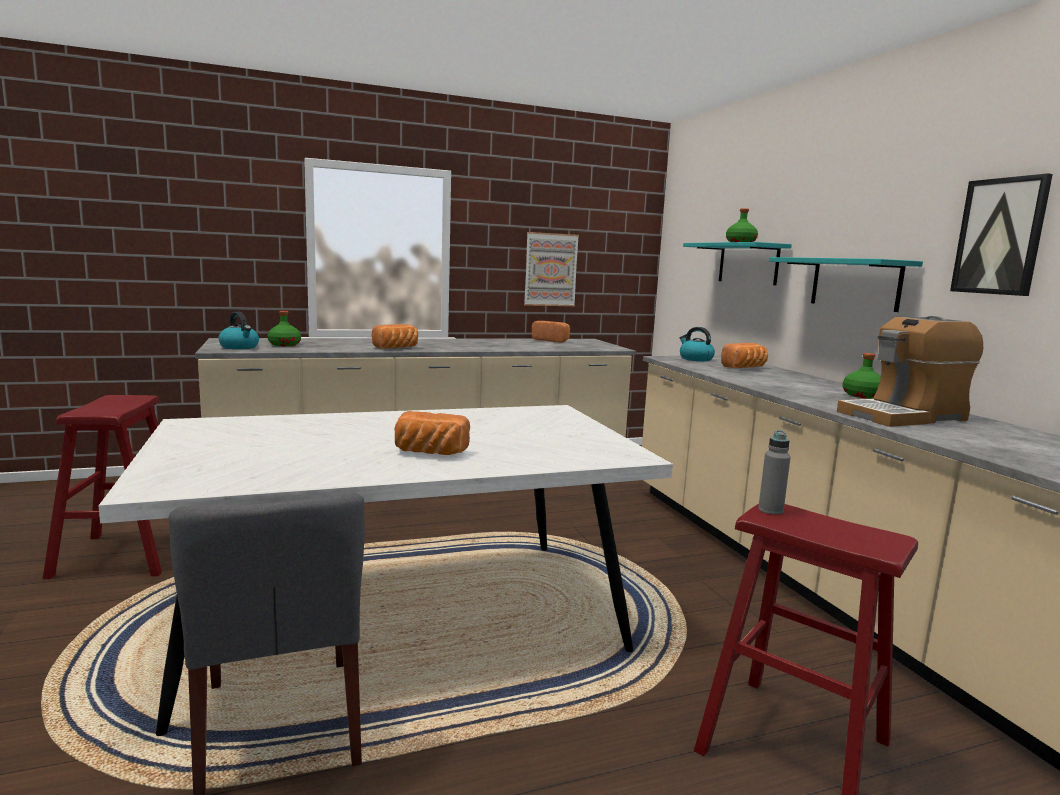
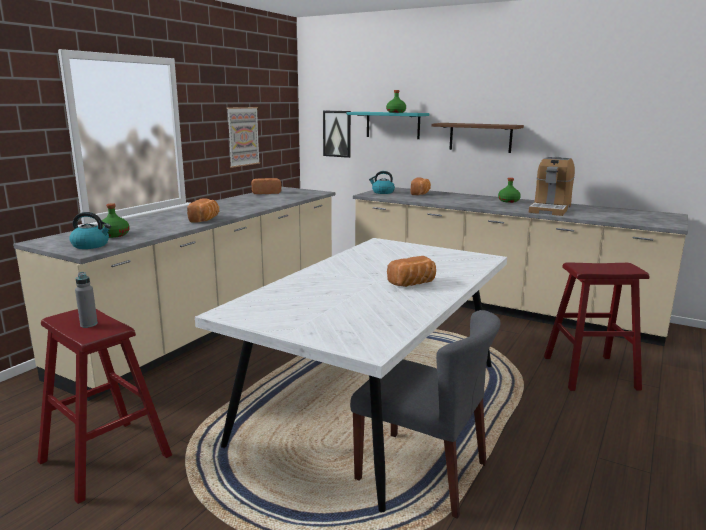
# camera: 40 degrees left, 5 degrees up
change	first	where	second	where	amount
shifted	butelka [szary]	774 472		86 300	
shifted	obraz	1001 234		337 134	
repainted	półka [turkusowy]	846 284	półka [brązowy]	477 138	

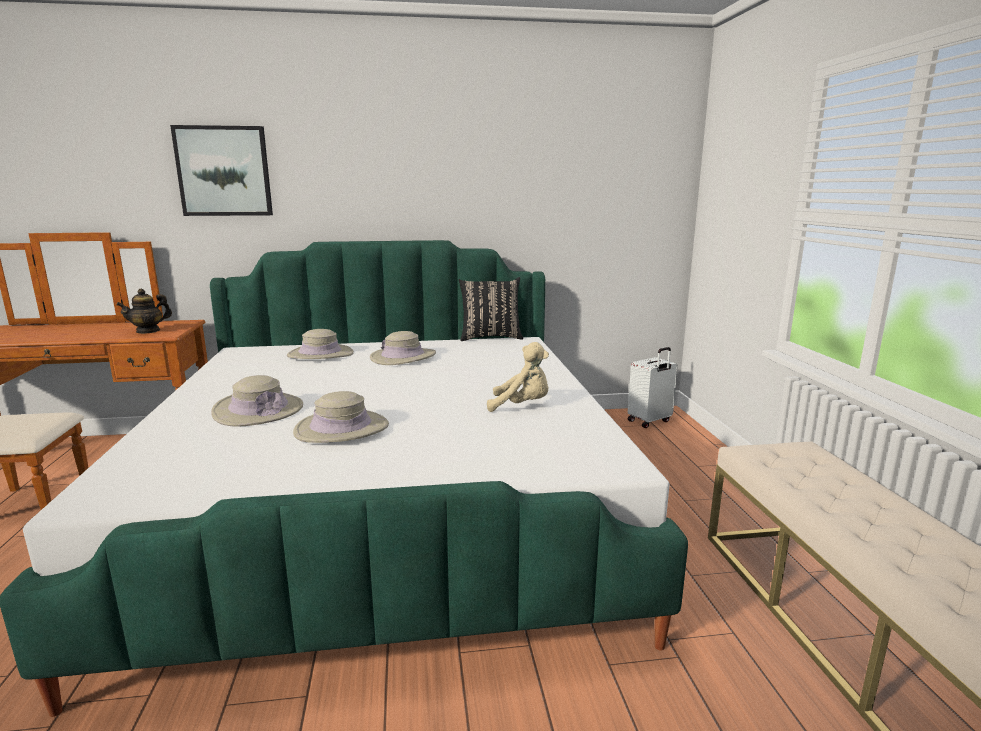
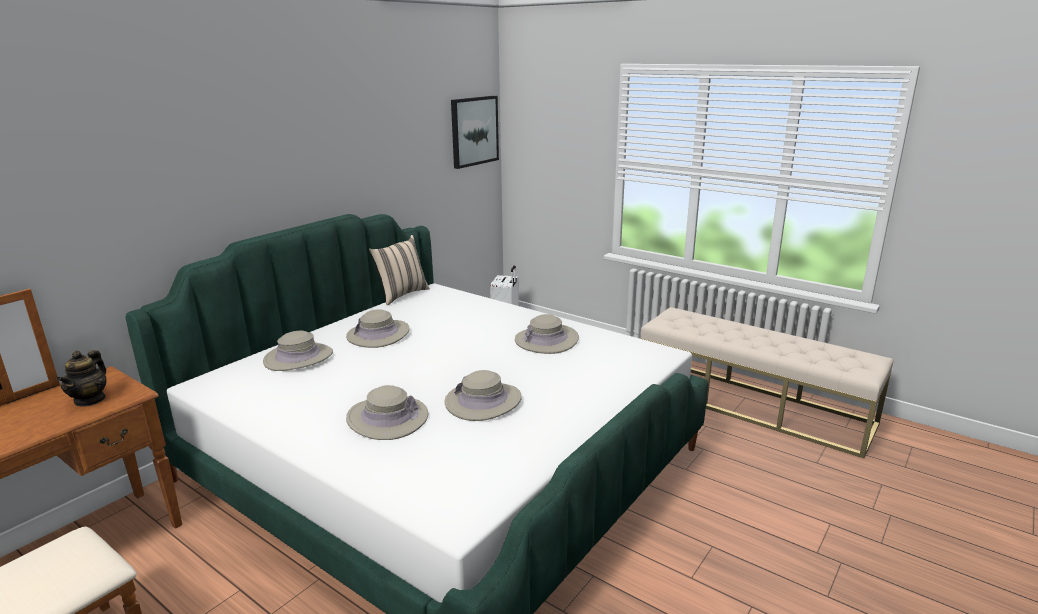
# camera: 45 degrees left, 5 degrees up
change	first	where	second	where	amount
shifted	obraz	221 170		475 132	
swapped	pluszak [beżowy]	518 377	kapelusz [beżowy]	547 334	
repainted	poduszka [czarny]	491 309	poduszka [beżowy]	399 270	

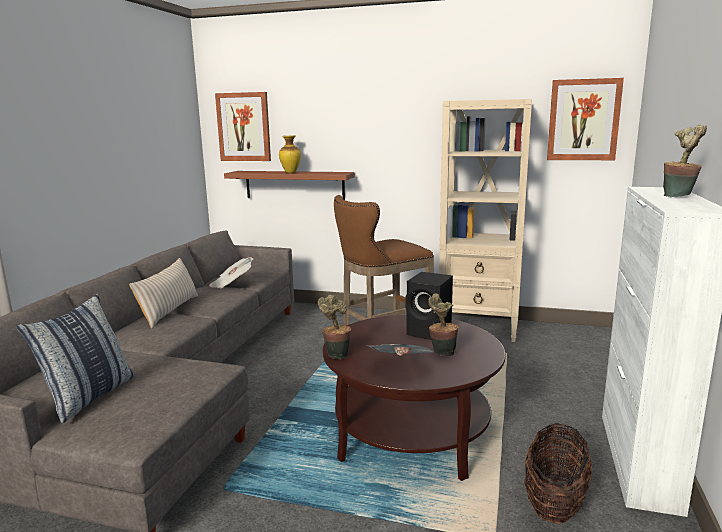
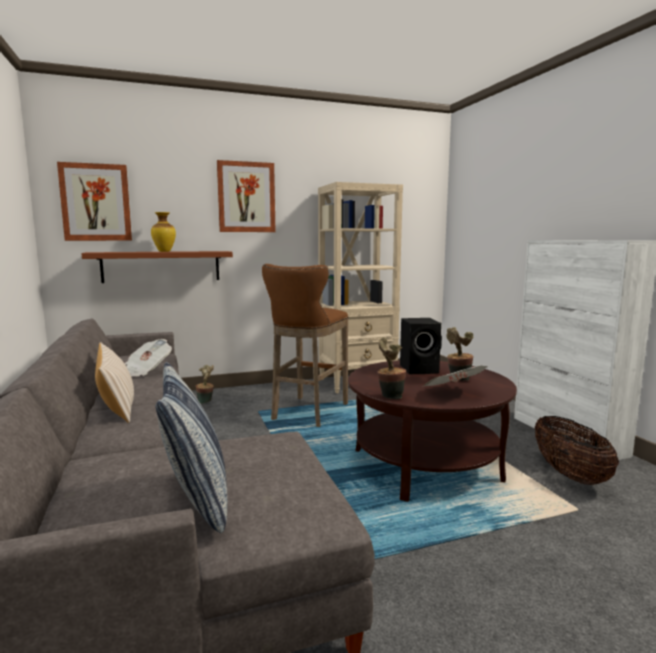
# camera: 35 degrees left, 5 degrees down
change	first	where	second	where	amount
shifted	obraz	585 119		246 196	
shifted	roślina doniczkowa	685 161		205 384	

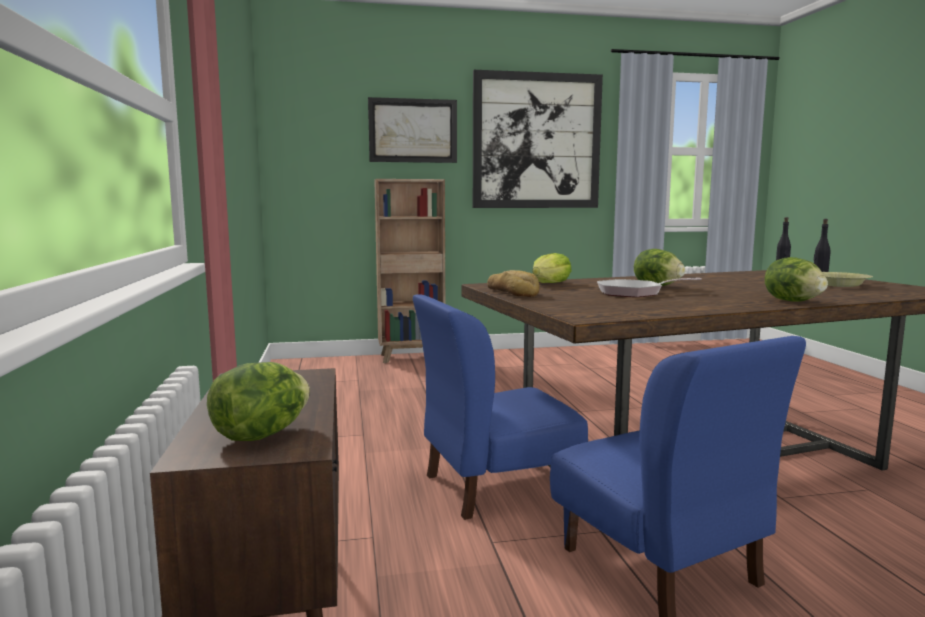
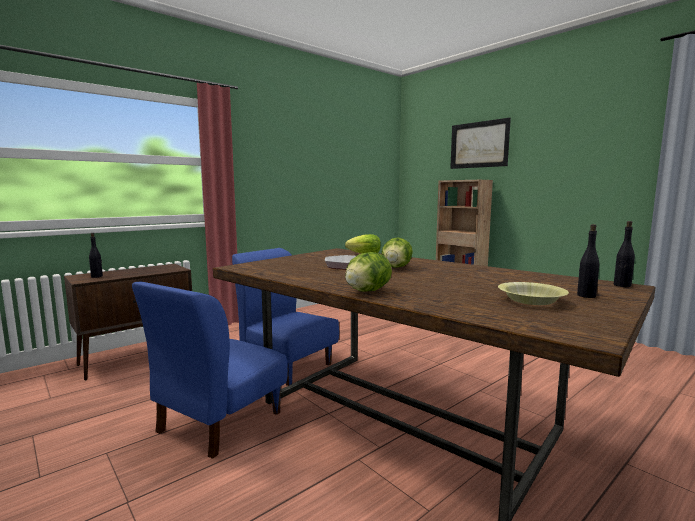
# camera: 60 degrees right, 0 degrees up
change	first	where	second	where	amount
gone	obraz	538 139			
gone	chleb	513 283			
swapped	sałata	258 401	butelka [czarny]	96 255	

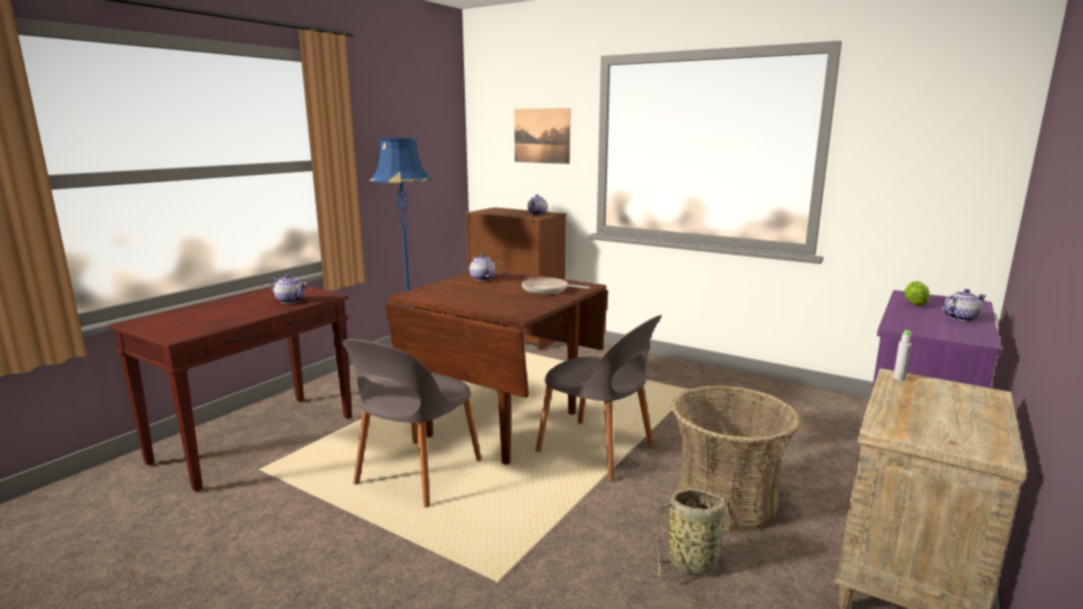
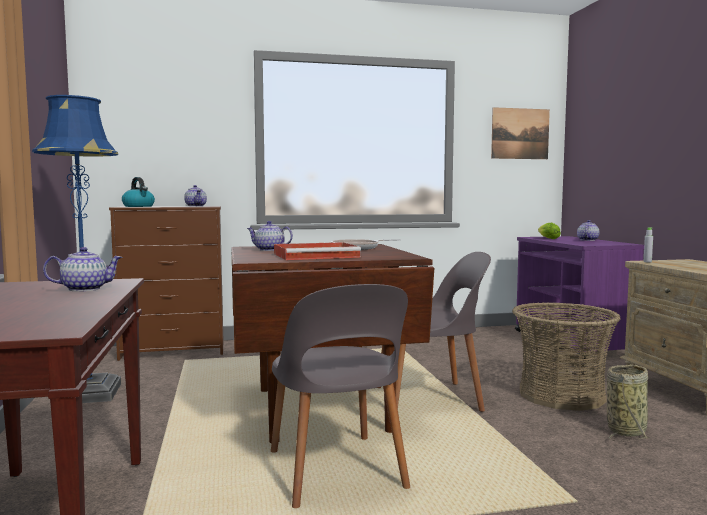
# camera: 45 degrees left, 10 degrees down
change	first	where	second	where	amount
new			czajnik	138 192	
new			taca [czerwony]	317 251	
shifted	obraz	542 136		520 133	

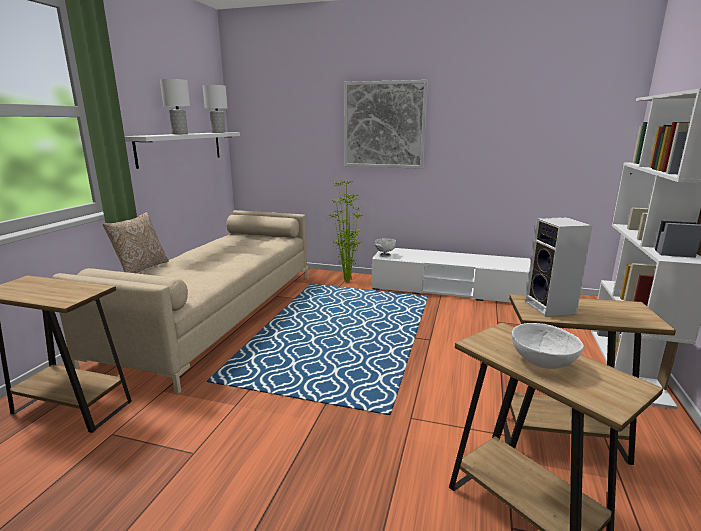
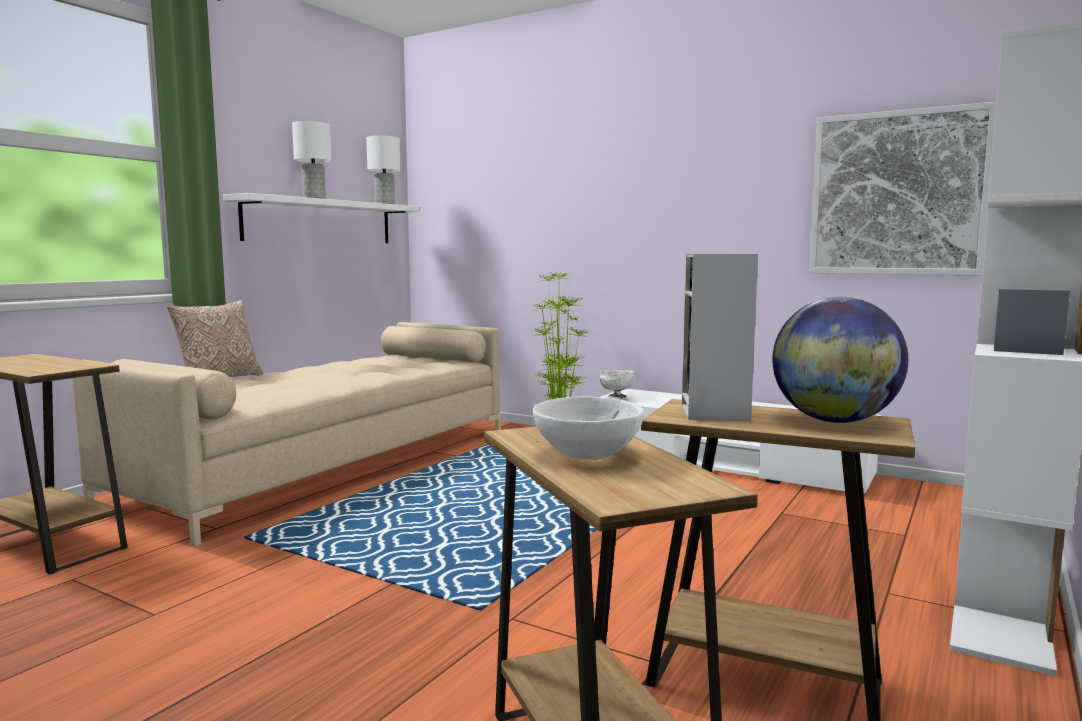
# camera: 15 degrees right, 10 degrees down
change	first	where	second	where	amount
new			globus	840 360	
shifted	obraz	386 124		903 188	

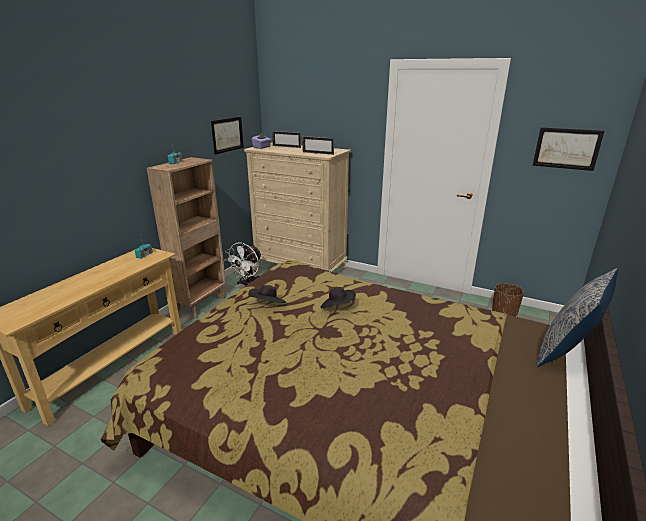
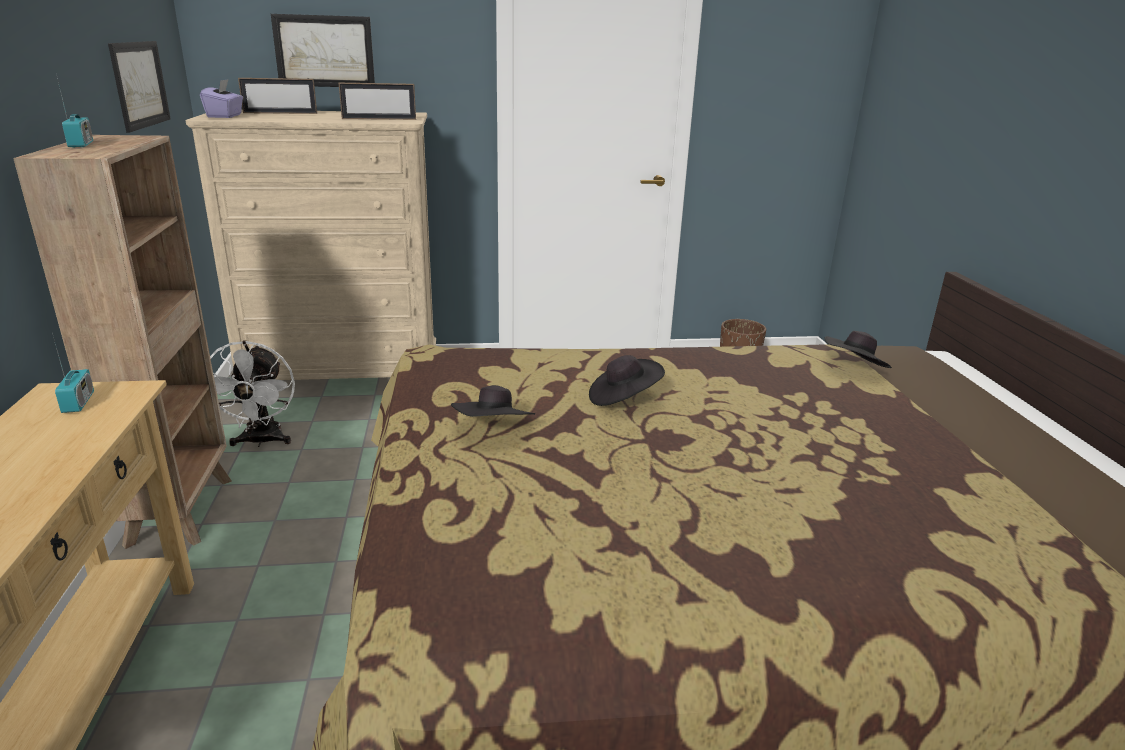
# camera: 35 degrees left, 0 degrees up
change	first	where	second	where	amount
gone	poduszka	577 318			
new			kapelusz [czarny]	858 349	
shifted	obraz	568 149		323 50	

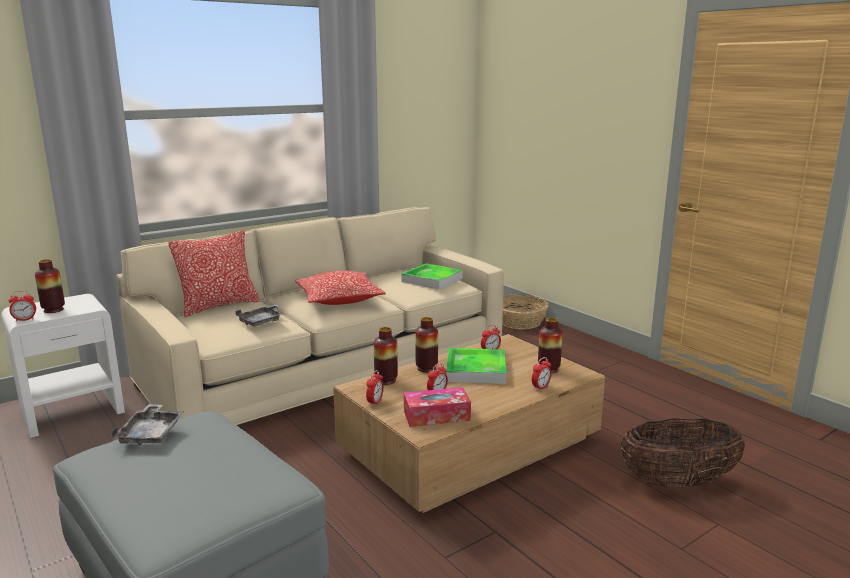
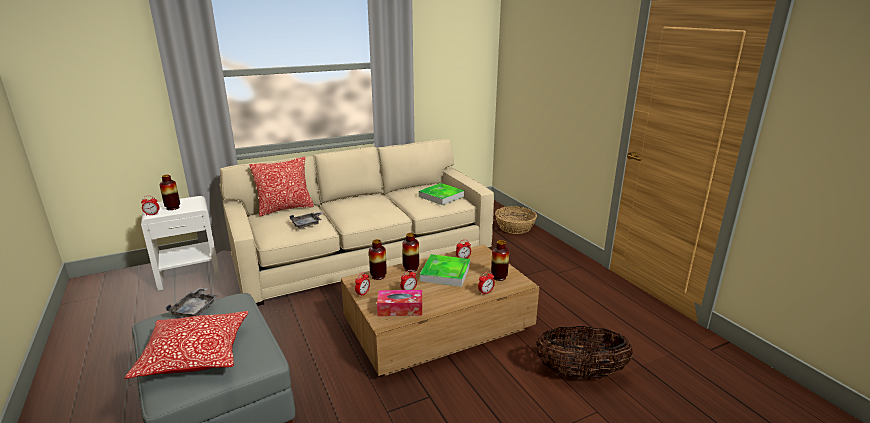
# camera: 10 degrees right, 5 degrees up
change	first	where	second	where	amount
shifted	poduszka	340 288		186 345	

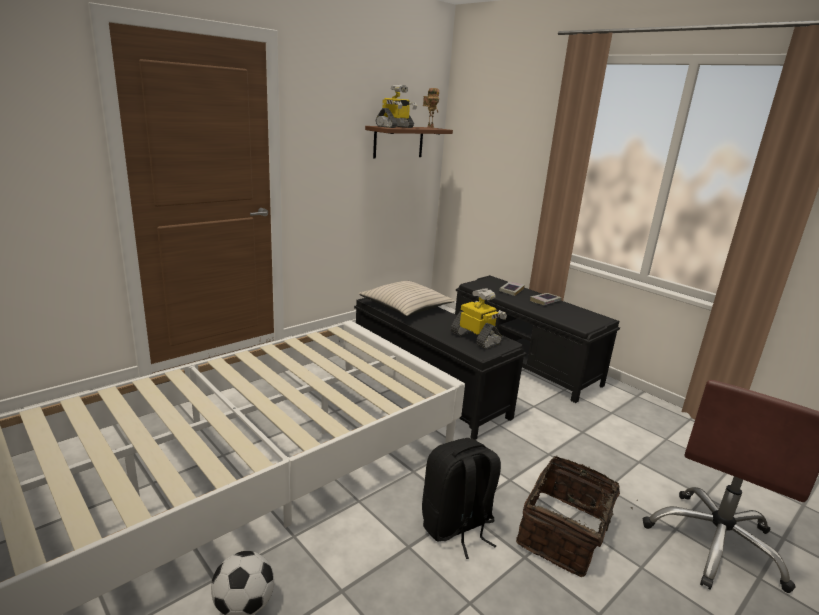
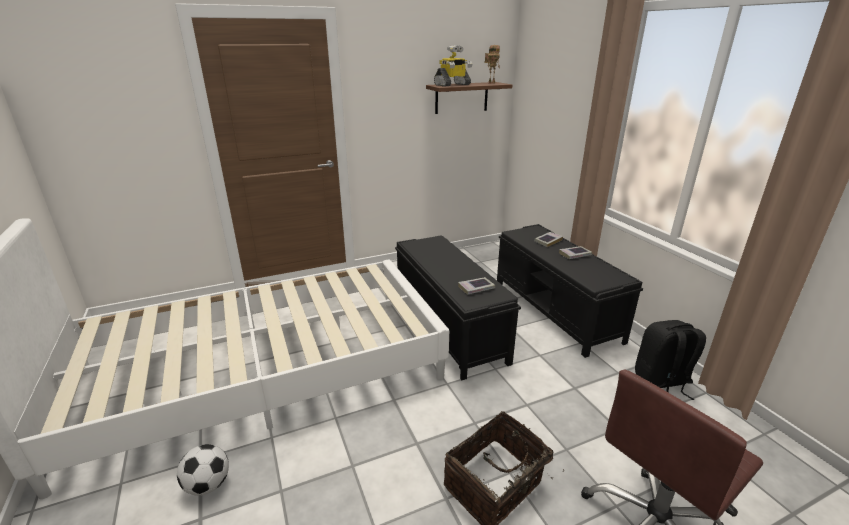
# camera: 20 degrees right, 5 degrees up
change	first	where	second	where	amount
gone	poduszka [beżowy]	407 298			
shifted	plecak [czarny]	461 498		670 360	
swapped	robot zabawkowy	479 318	książka	476 285	

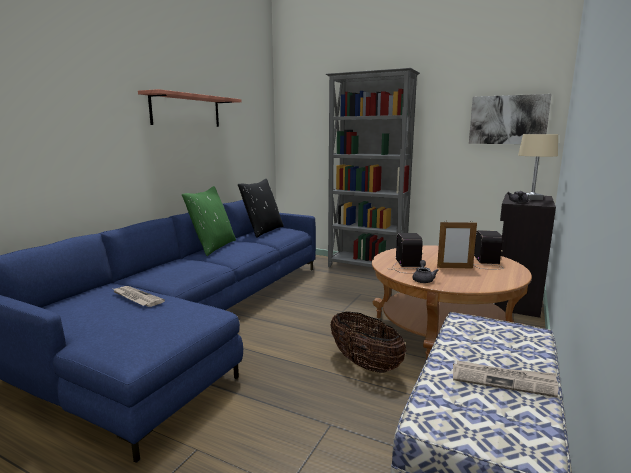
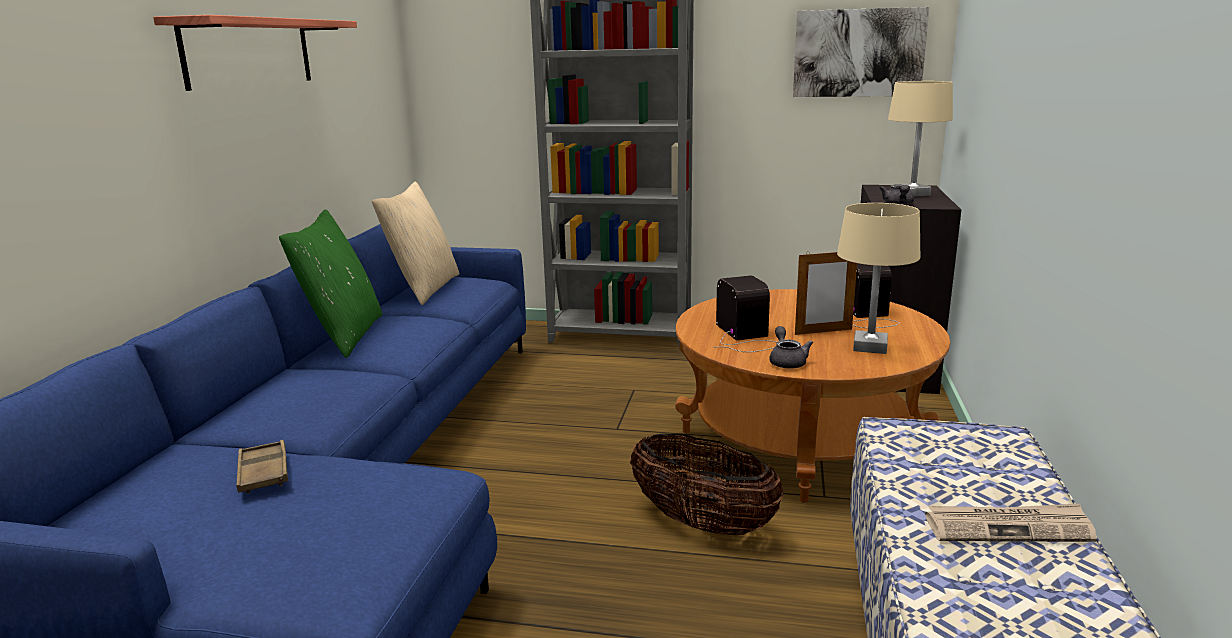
# camera: 15 degrees left, 5 degrees up
change	first	where	second	where	amount
new			lampa stołowa [beżowy]	878 278	
swapped	gazeta	139 296	taca [brązowy]	262 467	
repainted	poduszka [czarny]	261 208	poduszka [beżowy]	415 243	

